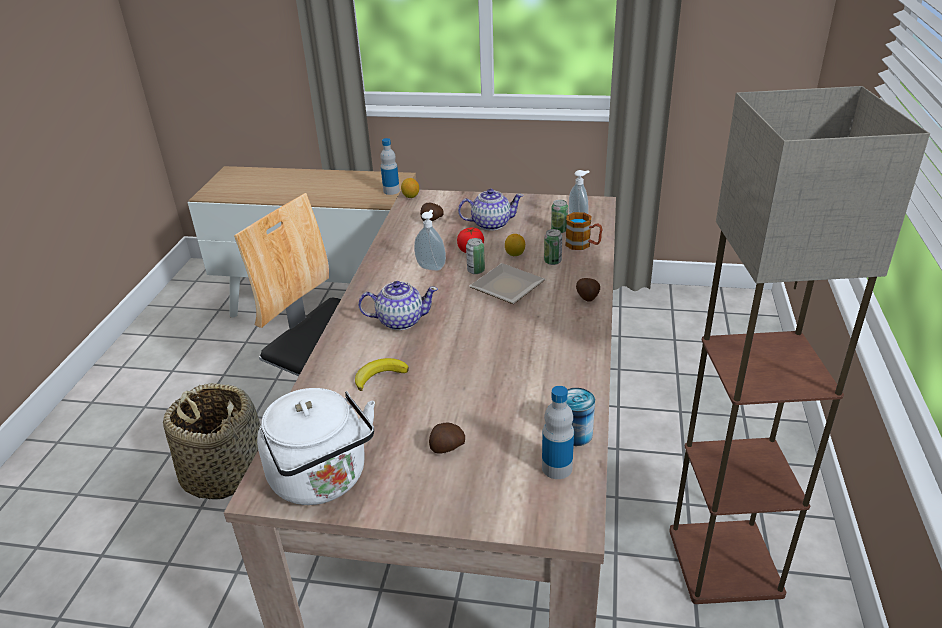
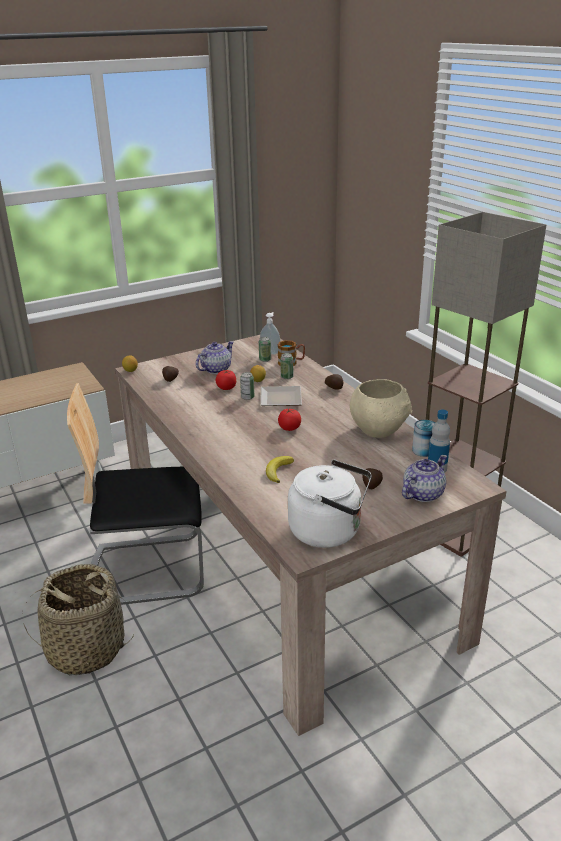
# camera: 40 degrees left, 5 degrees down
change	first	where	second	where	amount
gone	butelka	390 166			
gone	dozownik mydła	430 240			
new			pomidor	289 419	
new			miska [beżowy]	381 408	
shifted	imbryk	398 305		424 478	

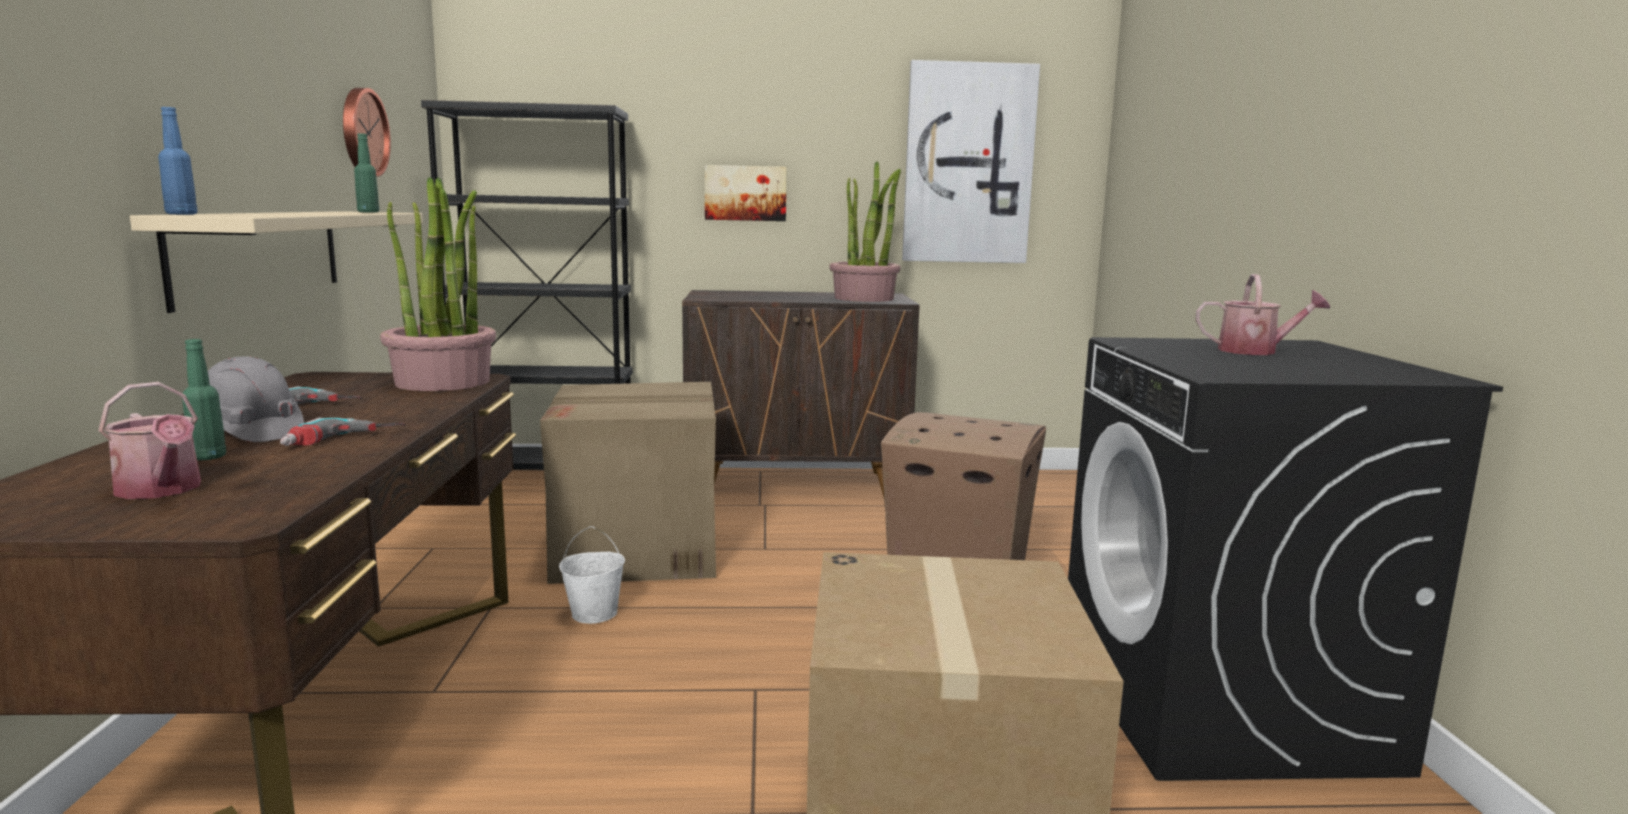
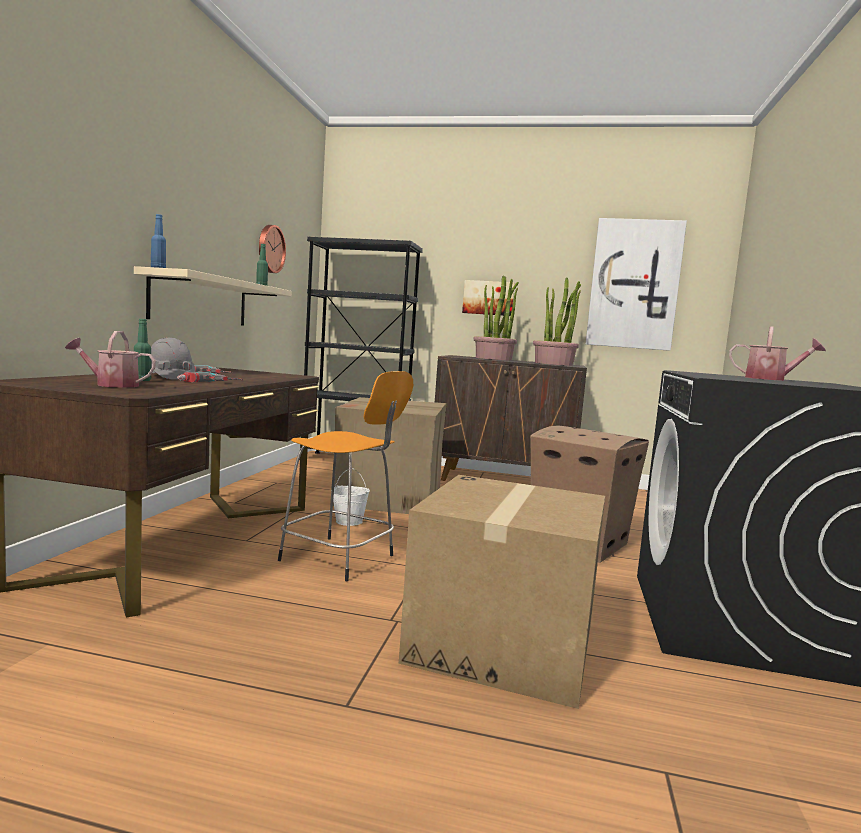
# camera: 15 degrees right, 5 degrees down
change	first	where	second	where	amount
new			stołek [pomarańczowy]	345 476	
shifted	roślina doniczkowa	438 284		496 318	
rotated	konewka	149 440		110 359	120 degrees clockwise

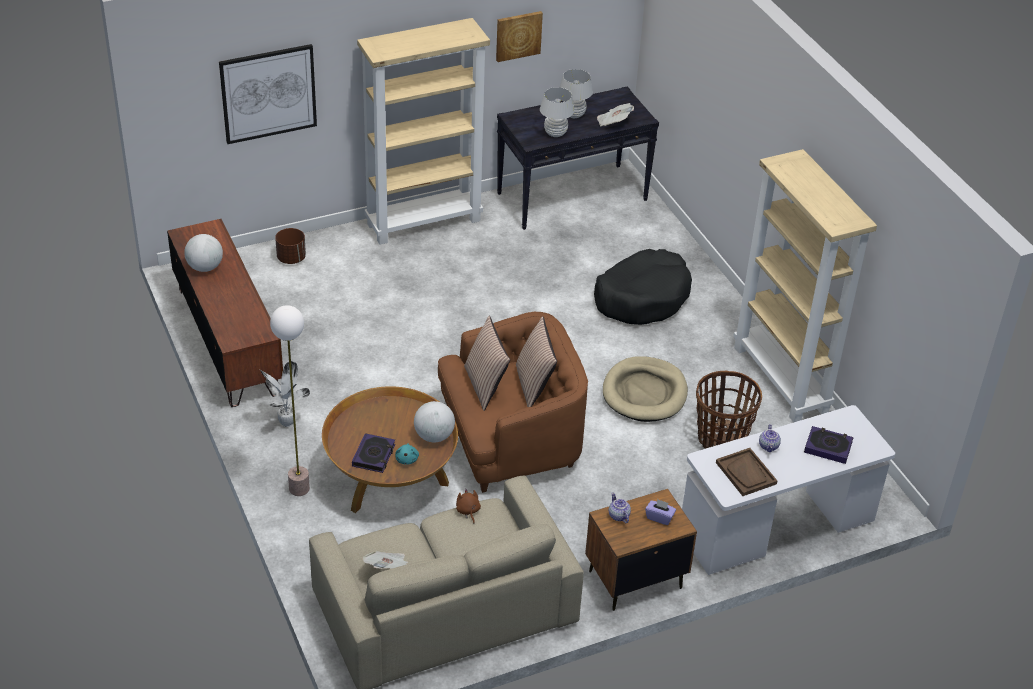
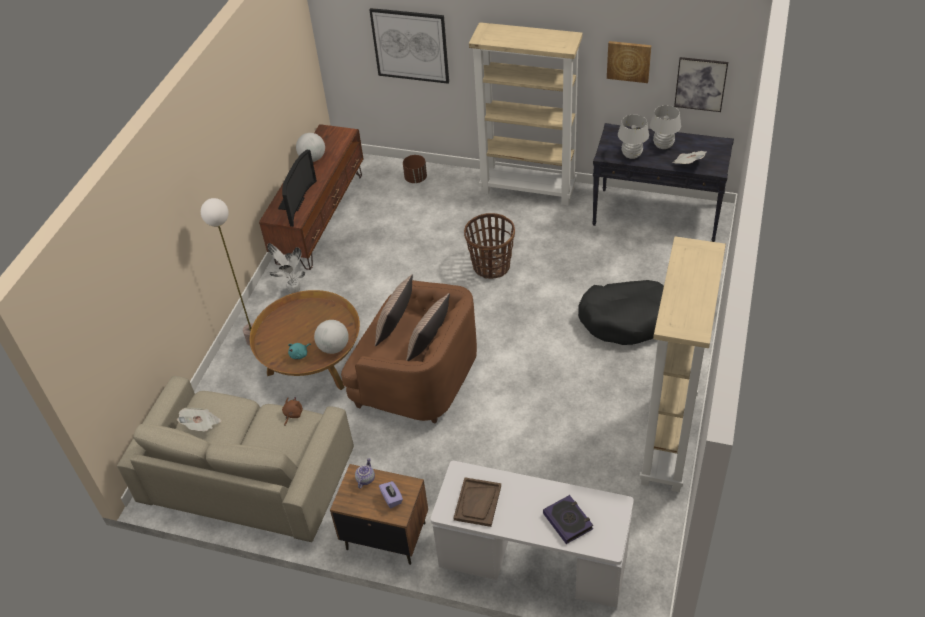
# camera: 45 degrees right, 5 degrees up
change	first	where	second	where	amount
gone	książka	373 453			
gone	legowisko [beżowy]	645 389			
gone	imbryk	770 438			
new			telewizor	297 188	
new			obraz	701 84	
shifted	koszyk	729 410		489 246	

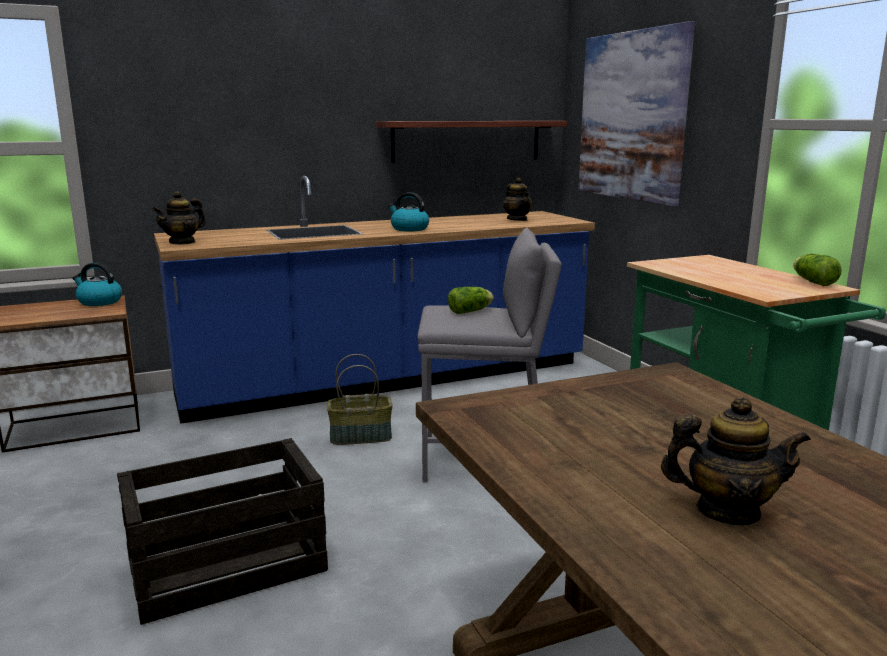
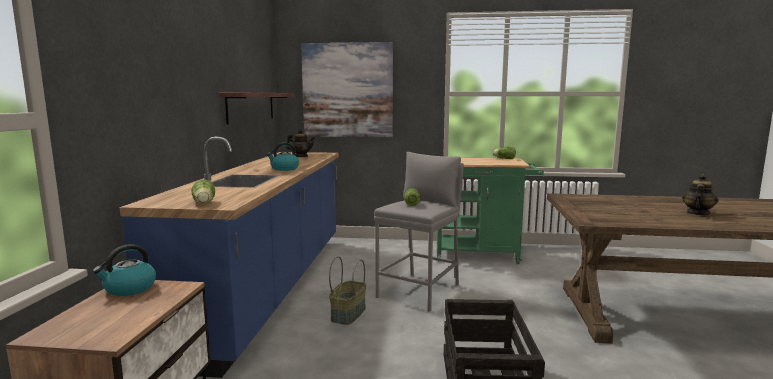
# camera: 60 degrees left, 5 degrees down
change	first	where	second	where	amount
swapped	imbryk	179 218	sałata	203 192	

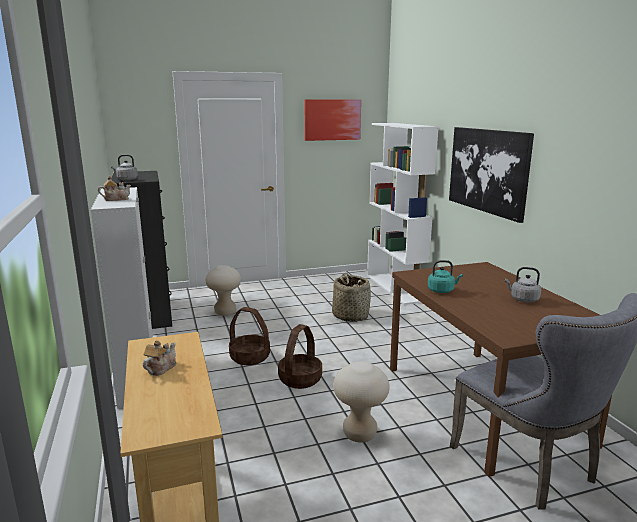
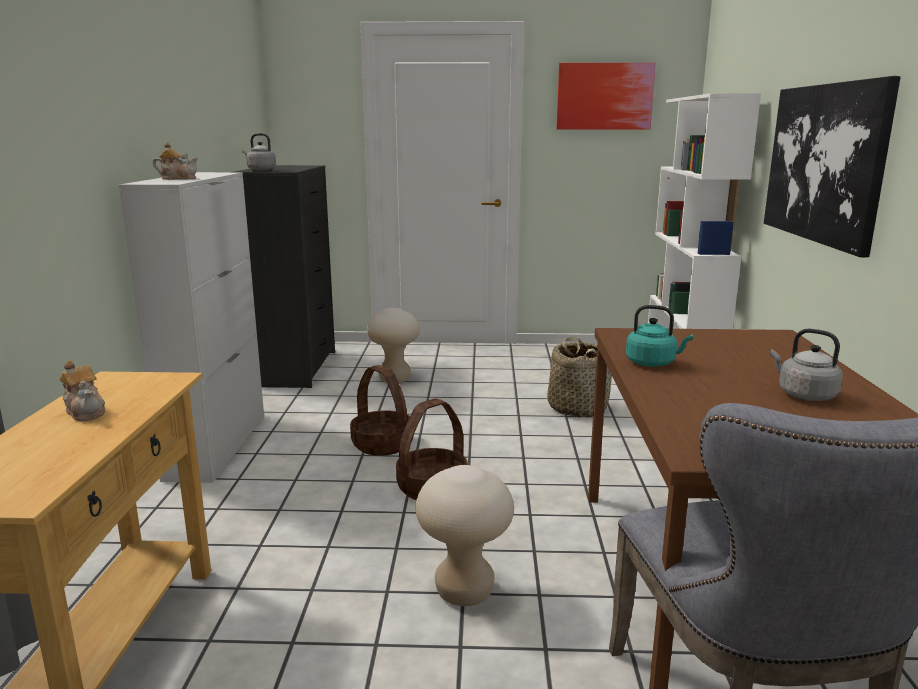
# camera: 20 degrees right, 0 degrees up
change	first	where	second	where	amount
rotated	imbryk	159 358		82 390	90 degrees clockwise

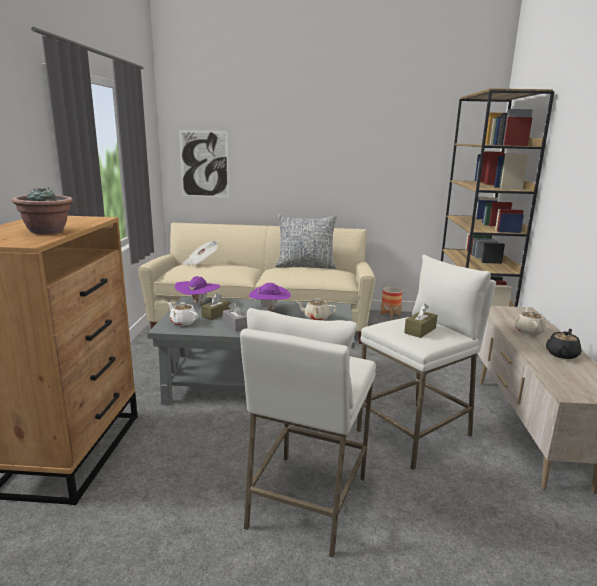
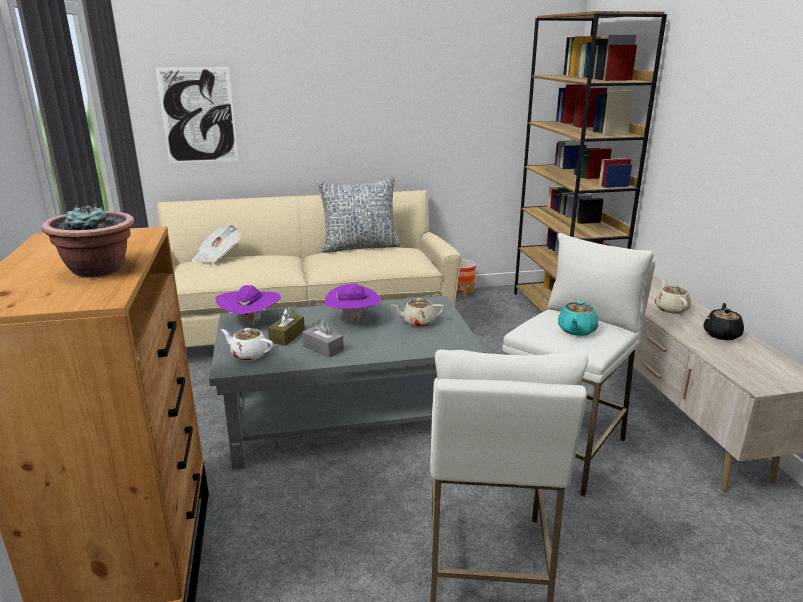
# camera: 15 degrees left, 5 degrees up
change	first	where	second	where	amount
swapped	pudełko chusteczek [brązowy]	420 321	imbryk [turkusowy]	578 318	

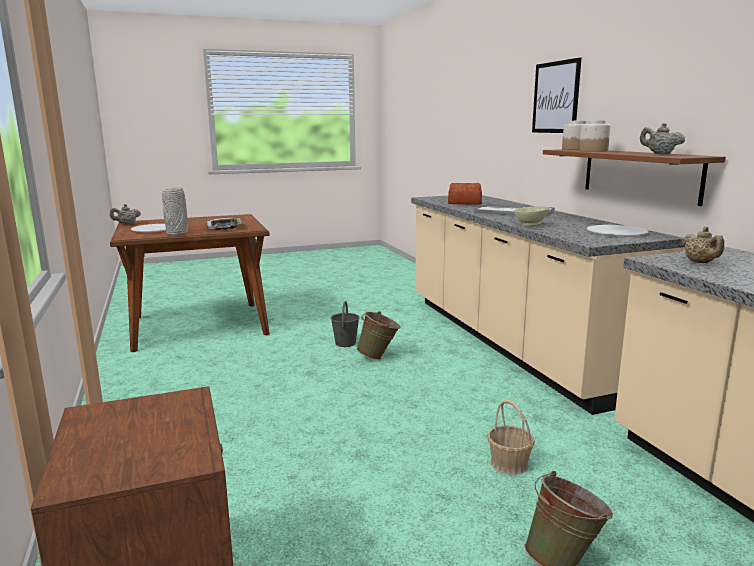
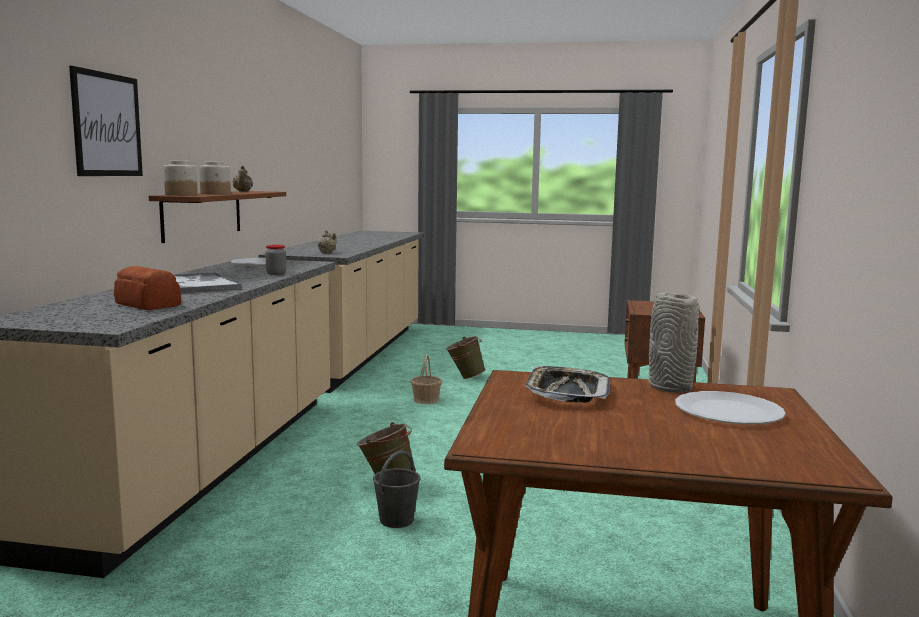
# camera: 150 degrees left, 5 degrees down
change	first	where	second	where	amount
gone	imbryk [beżowy]	125 214			
swapped	miska [beżowy]	531 216	słoik	275 260	

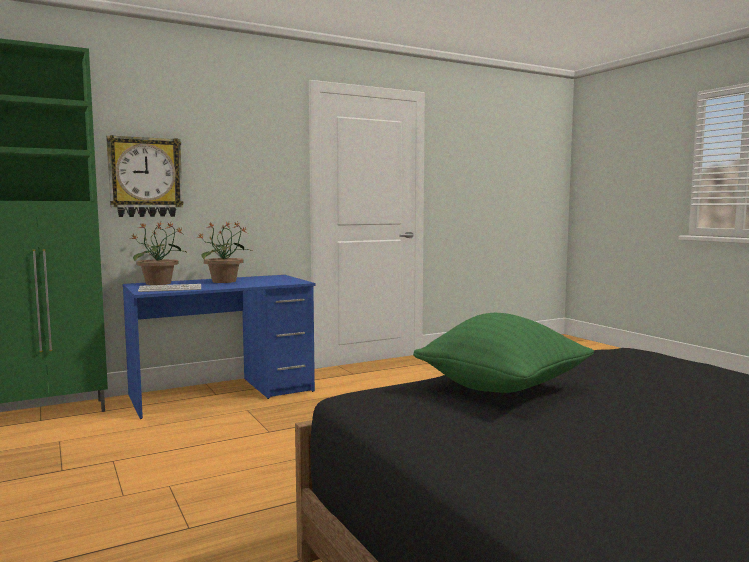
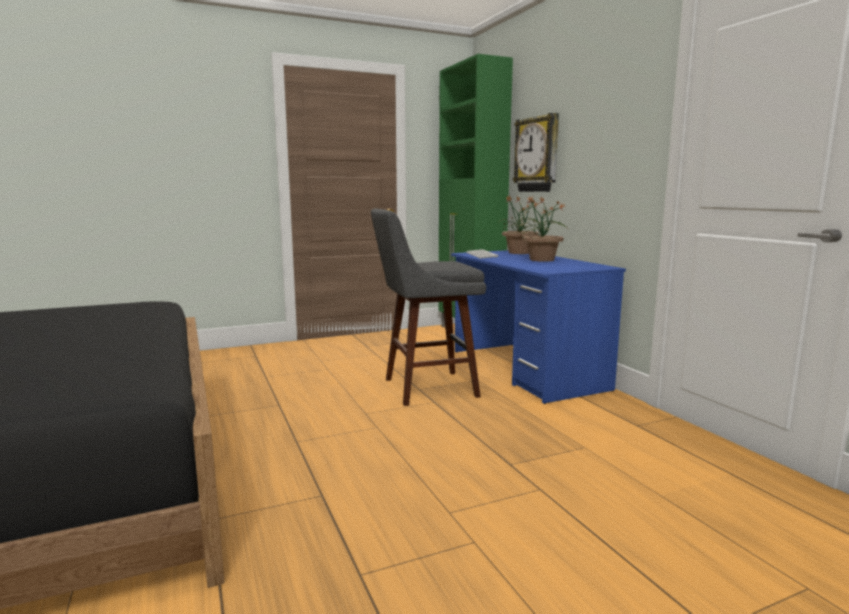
# camera: 95 degrees right, 5 degrees up
change	first	where	second	where	amount
gone	poduszka [zielony]	503 353			
new			stołek [szary]	428 307	

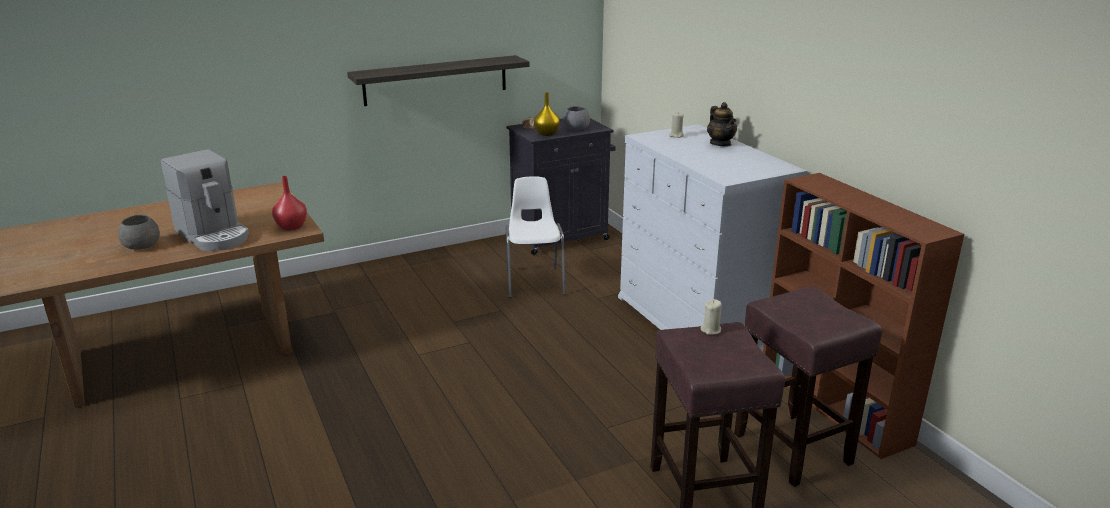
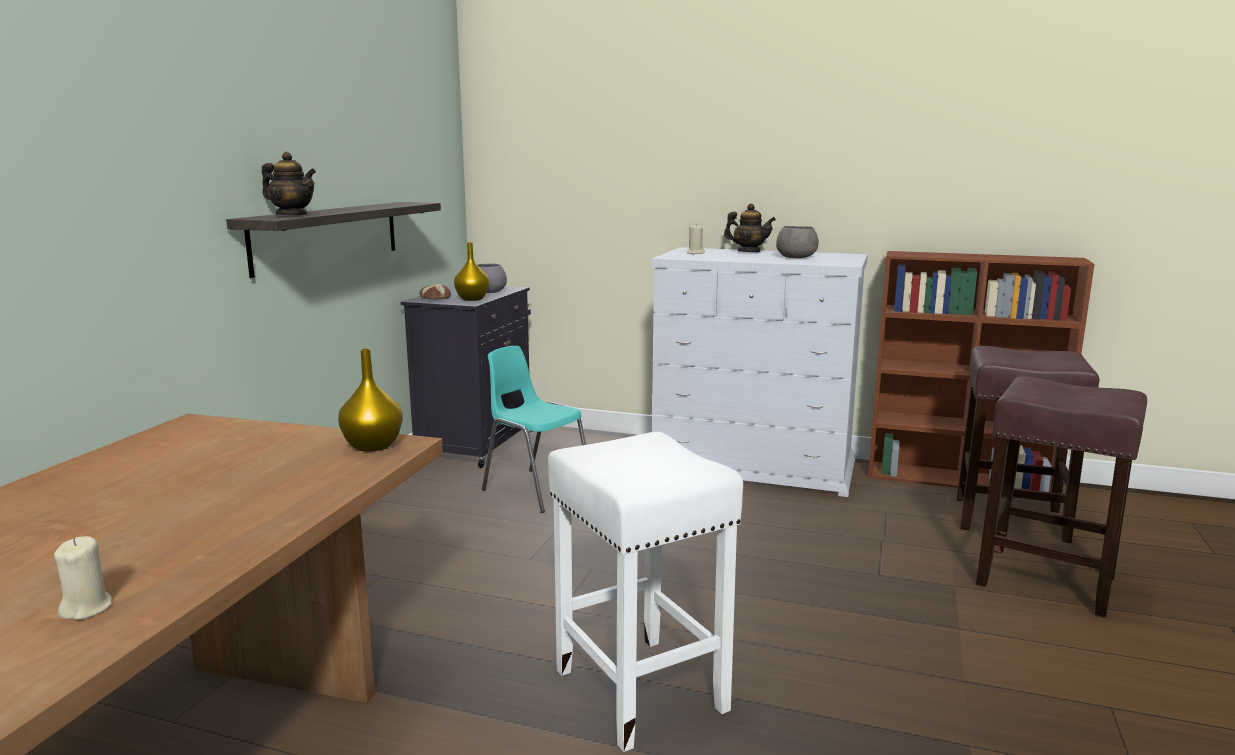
# camera: 45 degrees left, 10 degrees down
change	first	where	second	where	amount
gone	ekspres do kawy	204 200			
new			imbryk	289 183	
new			stołek [biały]	645 592	
shifted	miska [szary]	139 232		797 242	
shifted	świeca [beżowy]	711 317		83 578	
repainted	wazon [czerwony]	289 203	wazon [żółty]	370 400	
repainted	krzesło [biały]	535 237	krzesło [turkusowy]	534 429	

